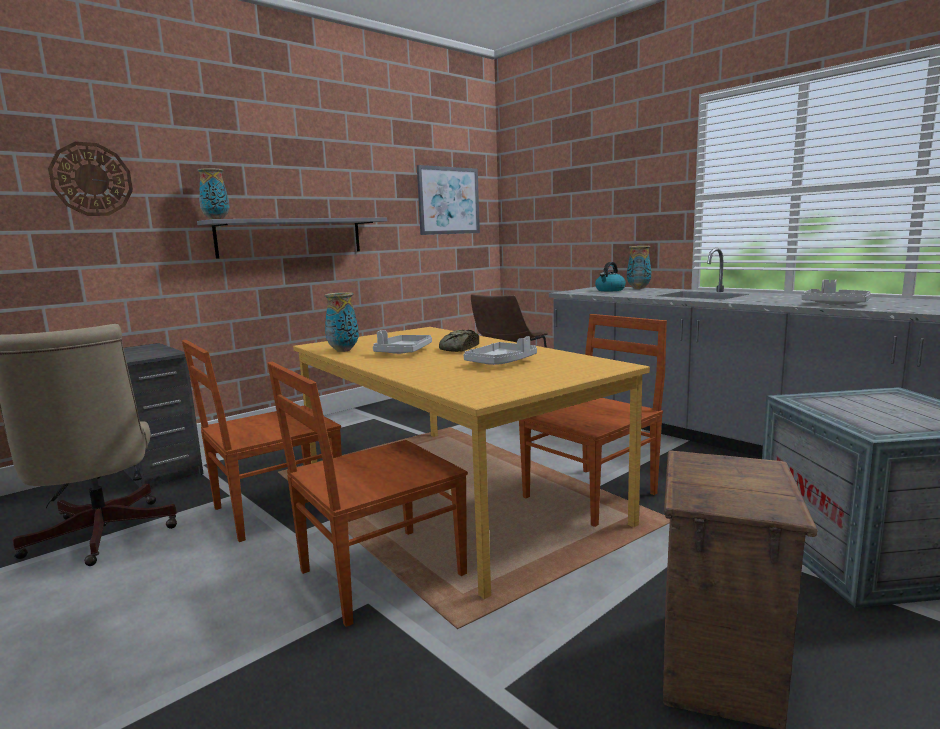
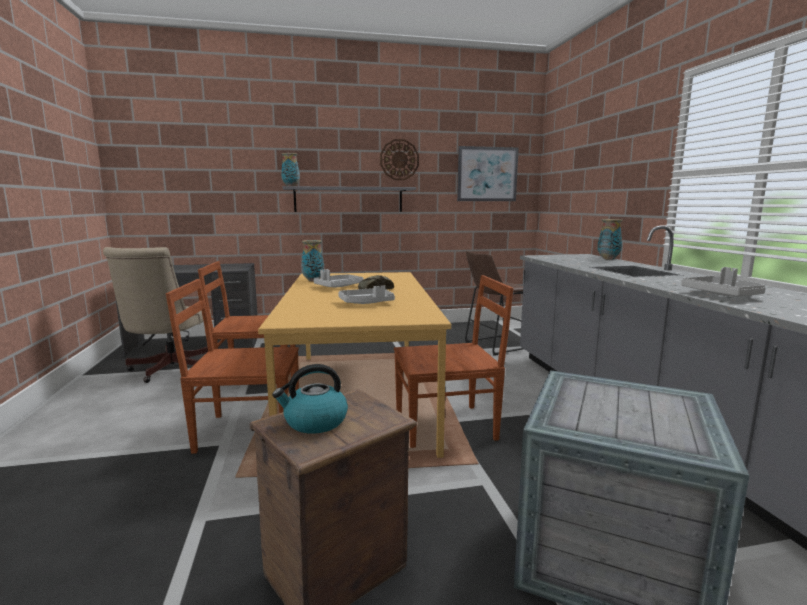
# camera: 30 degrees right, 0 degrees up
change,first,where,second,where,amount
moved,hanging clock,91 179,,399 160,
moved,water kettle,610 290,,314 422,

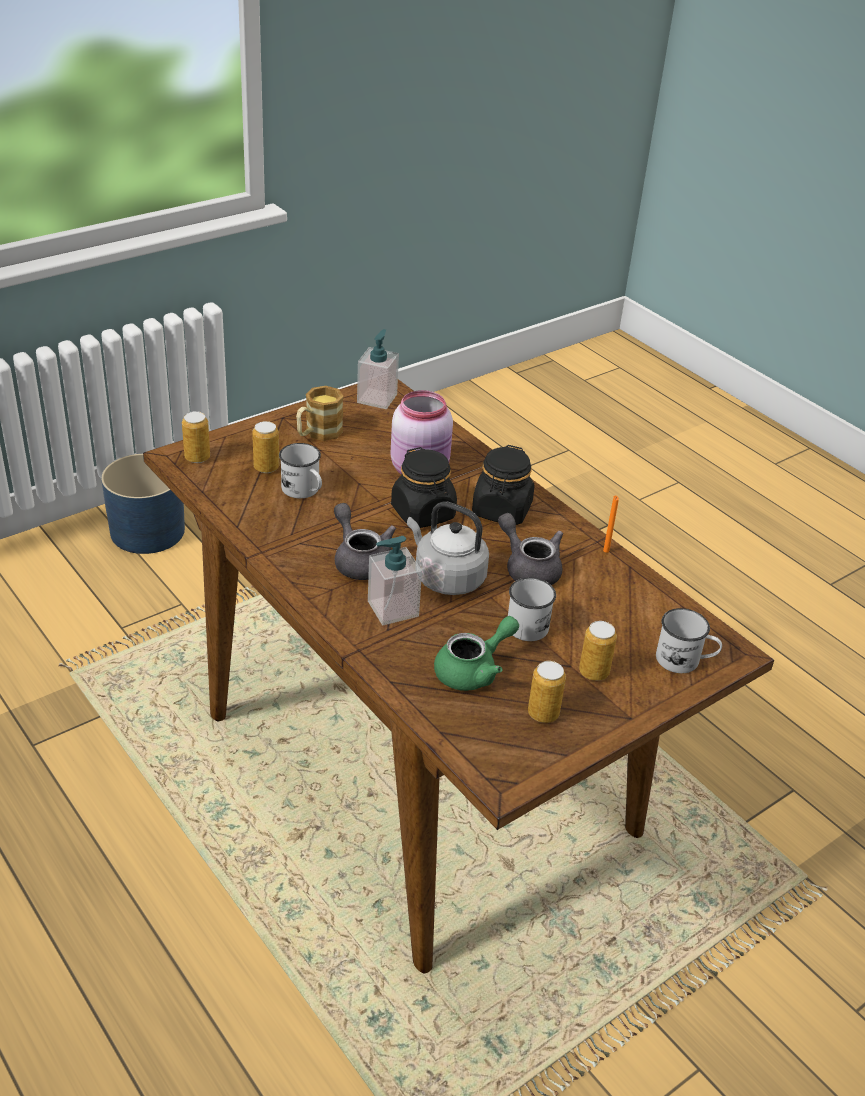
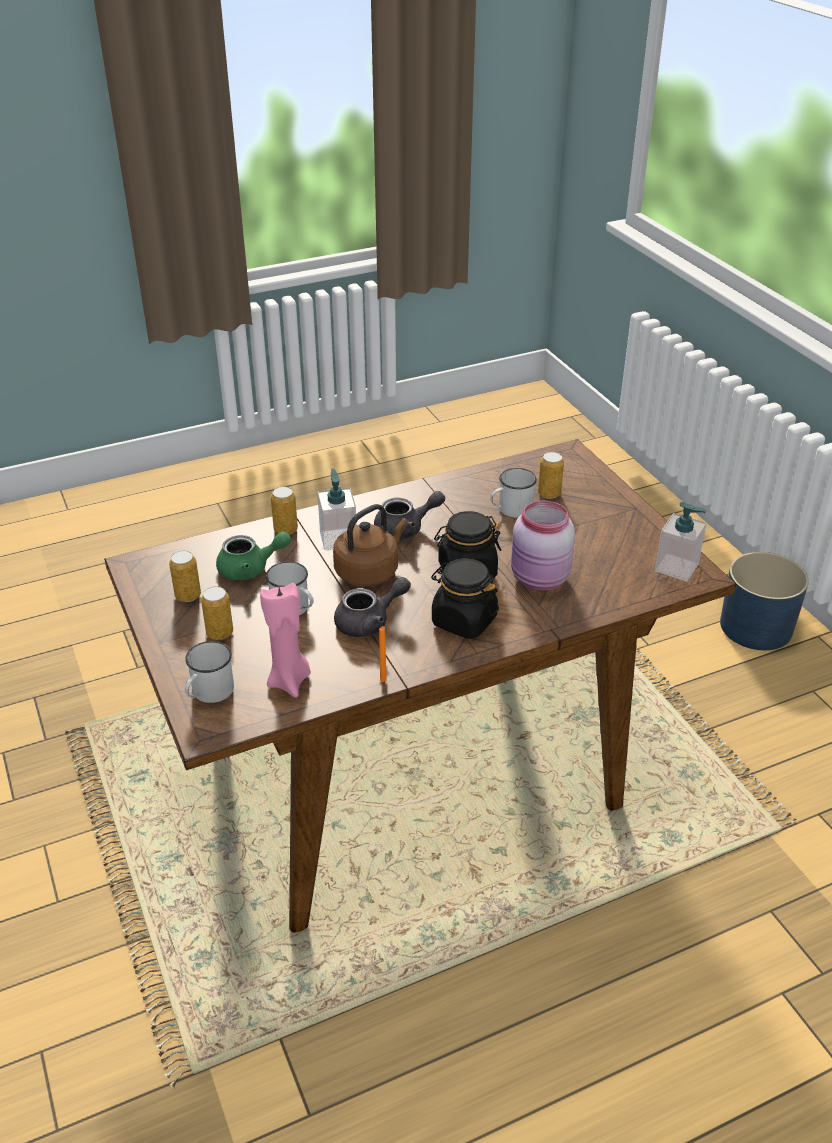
# camera: 105 degrees right, 0 degrees up
change,first,where,second,where,amount
removed,coffee mug,318 433,,,
moved,metal can,197 457,,285 529,
recoloured,water kettle (gray),446 578,water kettle (brownish),369 571,
turned,teapot (green-coloured),473 670,,250 569,75 degrees counterclockwise
added,,,wax light (pinkish),289 681,

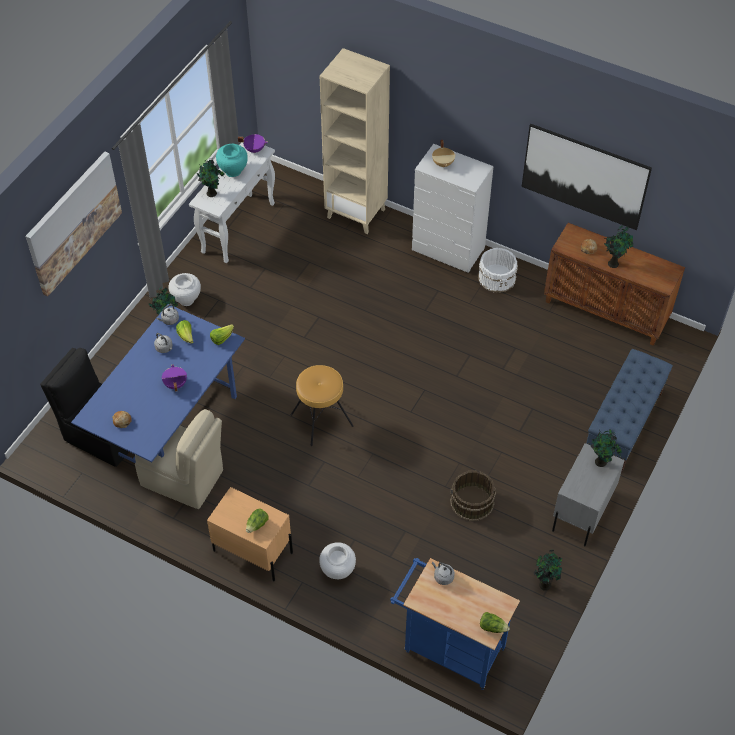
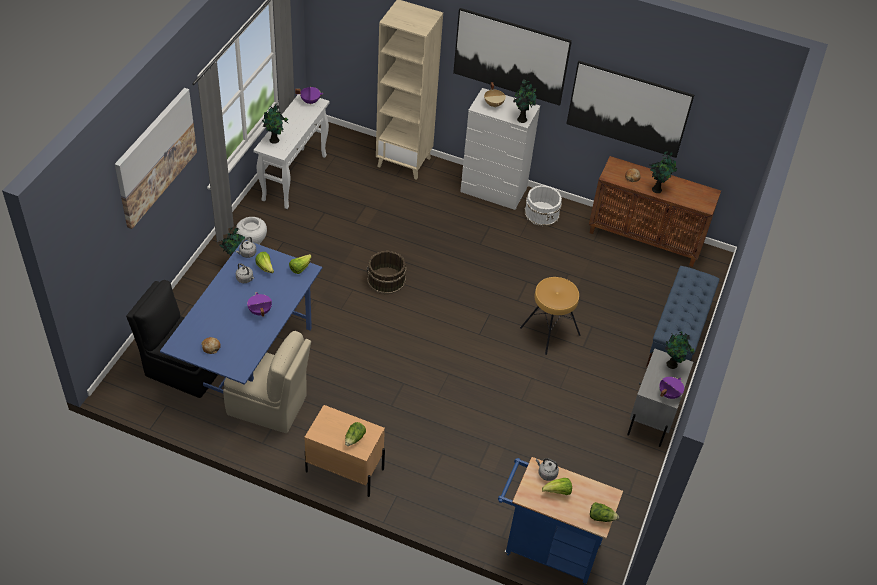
# camera: 10 degrees left, 5 degrees down
change,first,where,second,where,amount
removed,decorative vase (turquoise),233 171,,,
moved,stool seat (brownish),321 419,,549 331,
moved,bucket (brownish),472 502,,386 280,
removed,decorative vase (whitish),338 571,,,
moved,plant in a pot,544 584,,521 119,
added,,,wall art,510 56,
added,,,saucepot (purple-coloured),668 393,
added,,,lettuce,558 492,

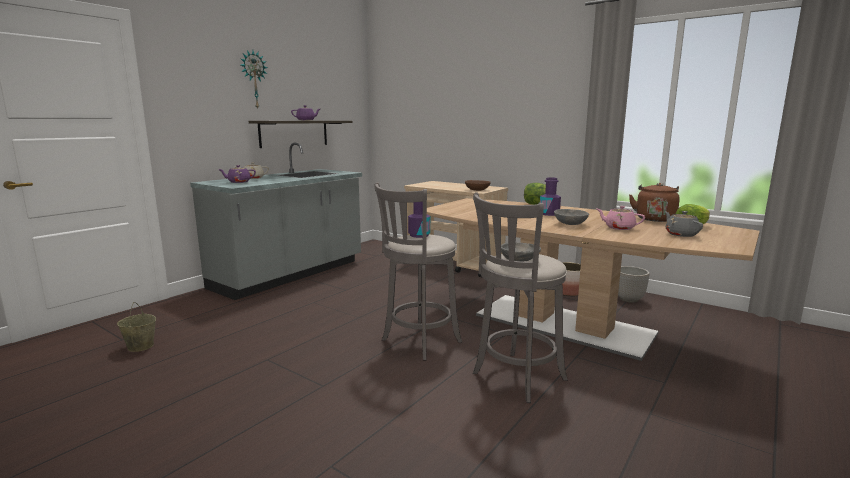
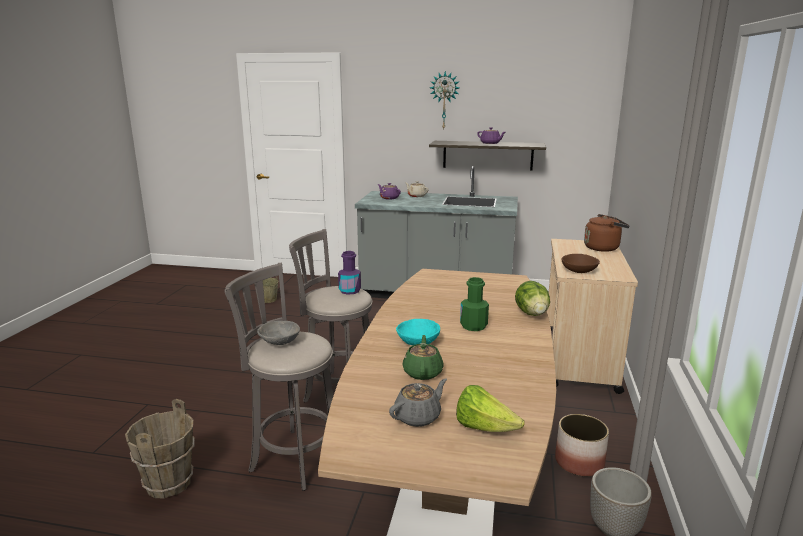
# camera: 65 degrees right, 5 degrees up
change,first,where,second,where,amount
recoloured,bottle (purple-coloured),549 214,bottle (green-coloured),473 326,
moved,water kettle (brownish),654 219,,603 248,
recoloured,teapot (pinkish),619 228,teapot (green-coloured),423 372,
recoloured,bowl (gray),569 224,bowl (turquoise),418 342,
added,,,bucket (brownish),168 483,

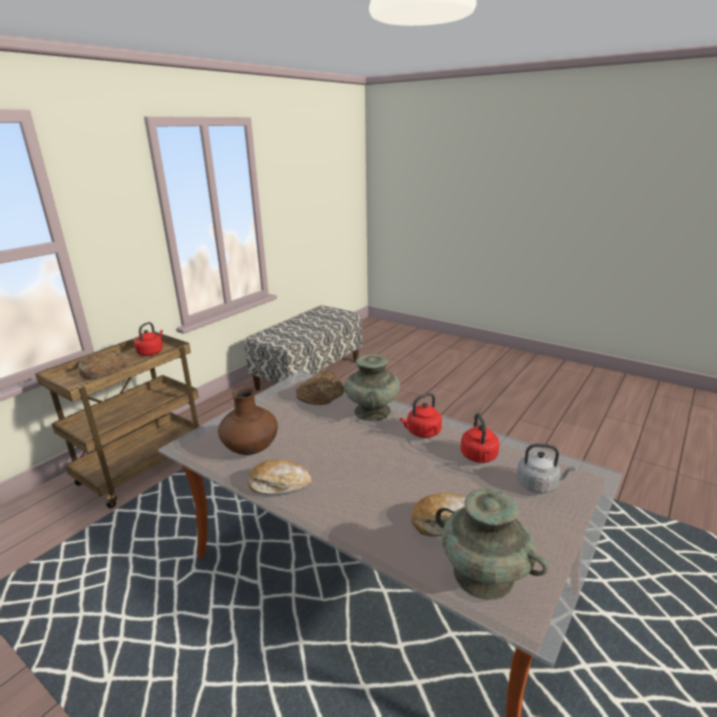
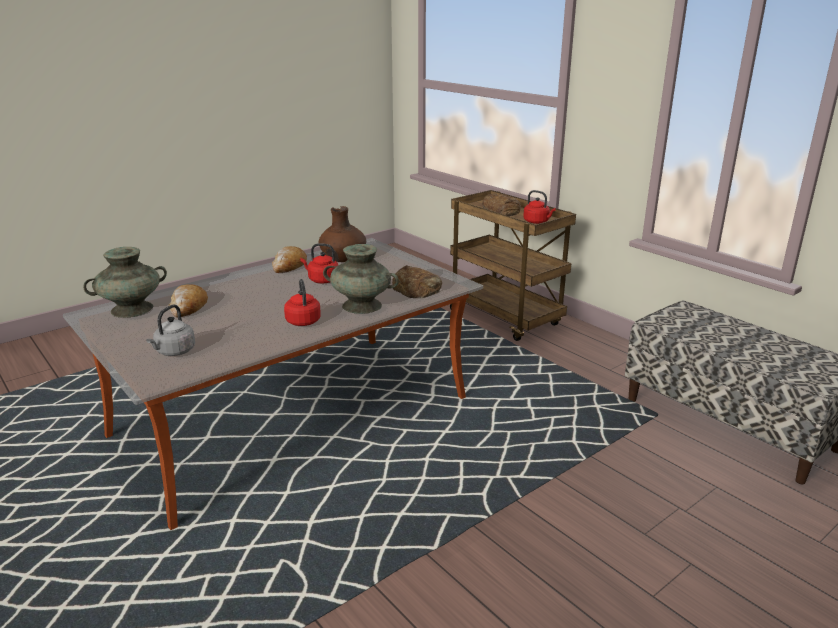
# camera: 105 degrees right, 0 degrees up
change,first,where,second,where,amount
moved,water kettle (red-coloured),479 457,,322 280,

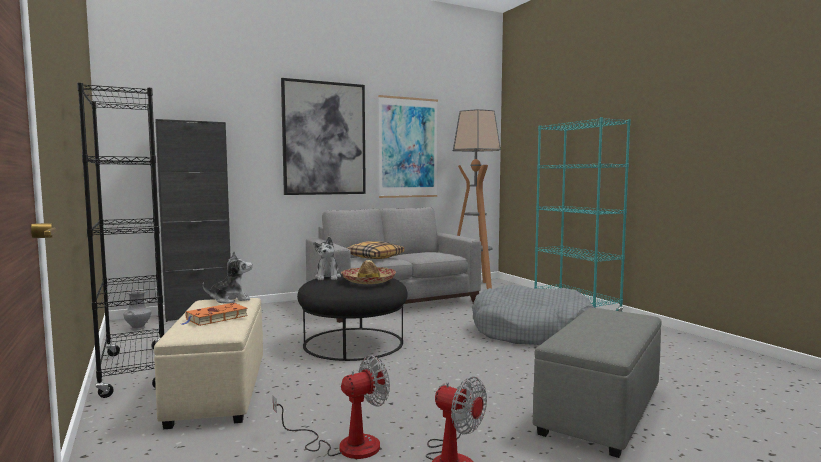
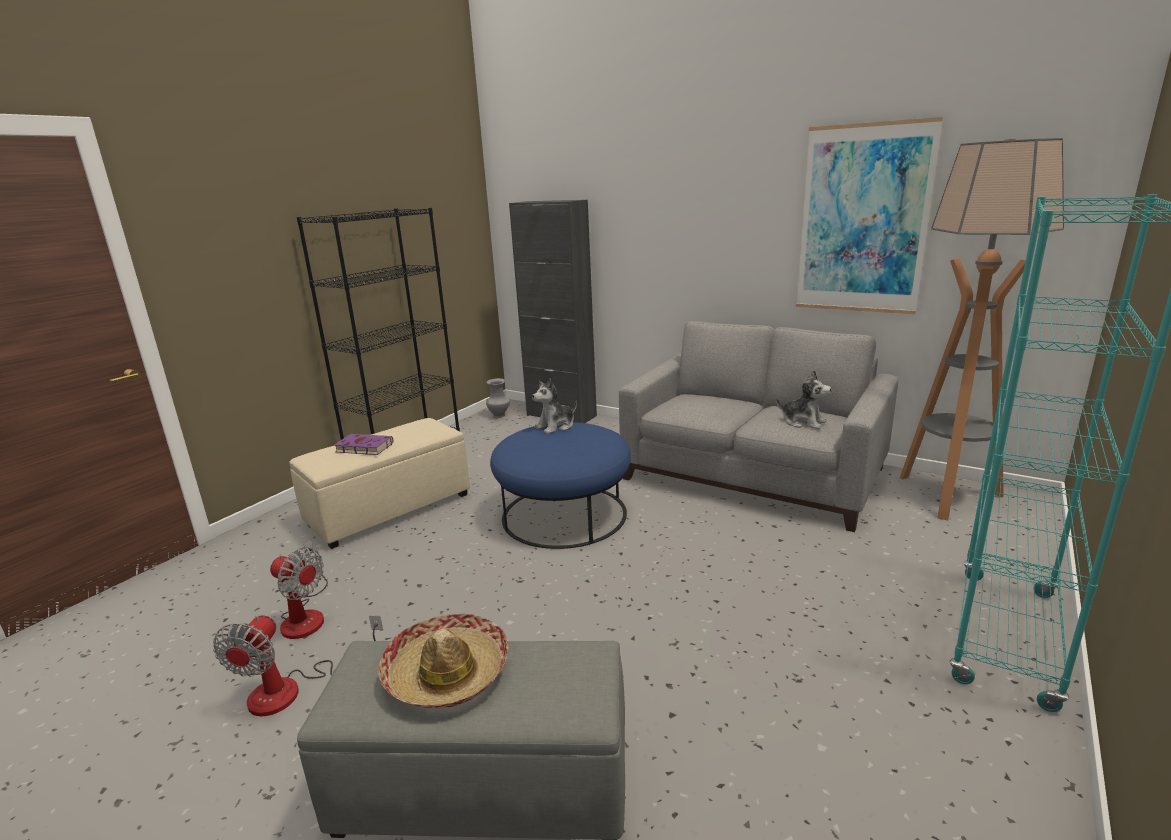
# camera: 60 degrees right, 15 degrees up
change,first,where,second,where,amount
removed,wall art,324 138,,,
removed,pillow,374 257,,,
moved,soft toy,230 300,,803 422,
moved,clothing hat,368 281,,447 672,
recoloured,footrest (black-coloured),353 343,footrest (blue),564 514,
removed,pet bed (gray),531 332,,,
recoloured,book (orange),215 318,book (purple-coloured),363 447,

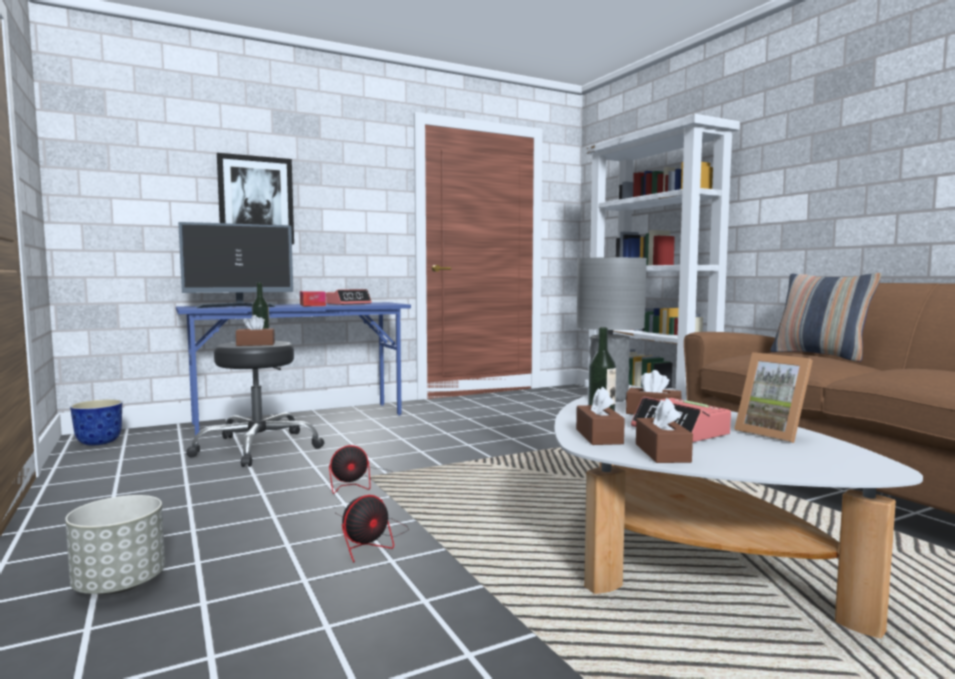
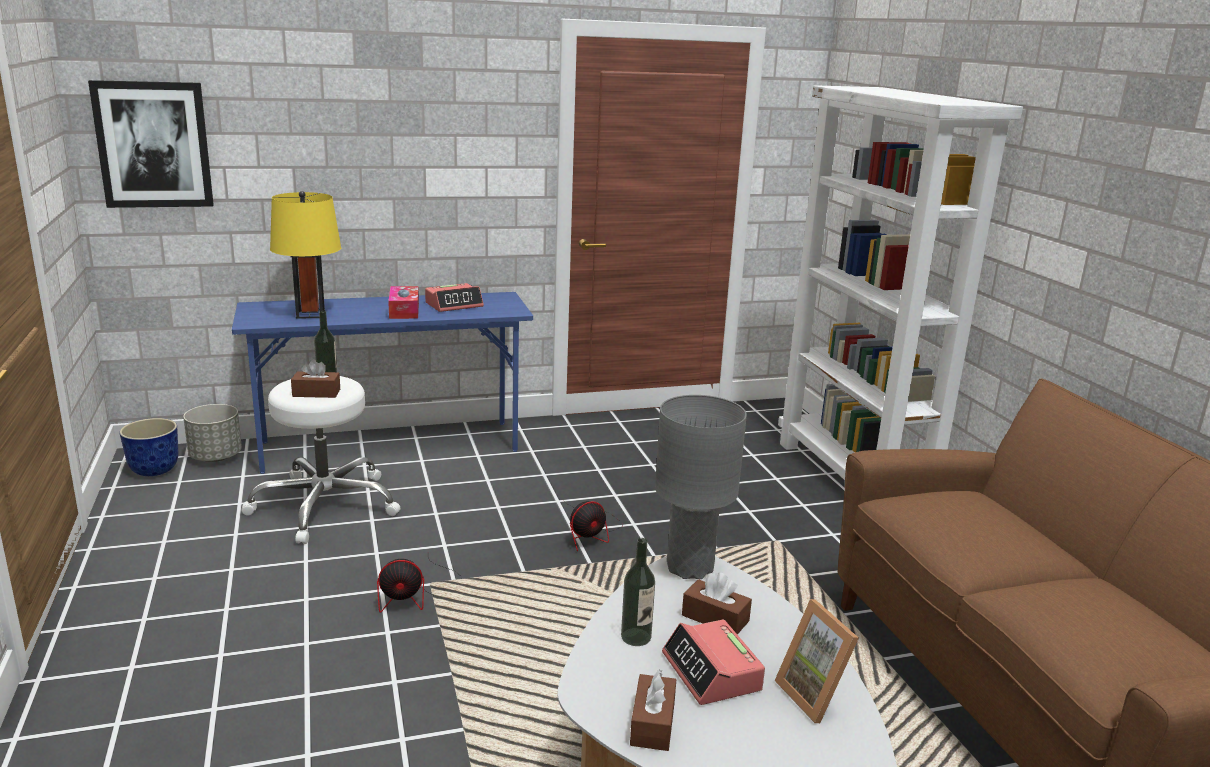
# camera: 10 degrees right, 15 degrees up
change,first,where,second,where,amount
moved,wall art,256 200,,153 145,
replaced,computer display,239 306,tabletop lamp (yellow-coloured),310 314,
removed,pillow,820 356,,,
recoloured,stool seat (black-coloured),257 448,stool seat (whitish),324 505,
removed,tissue box (brownish),599 436,,,
moved,planter (gray),119 585,,215 457,
moved,electric fan,370 541,,591 533,

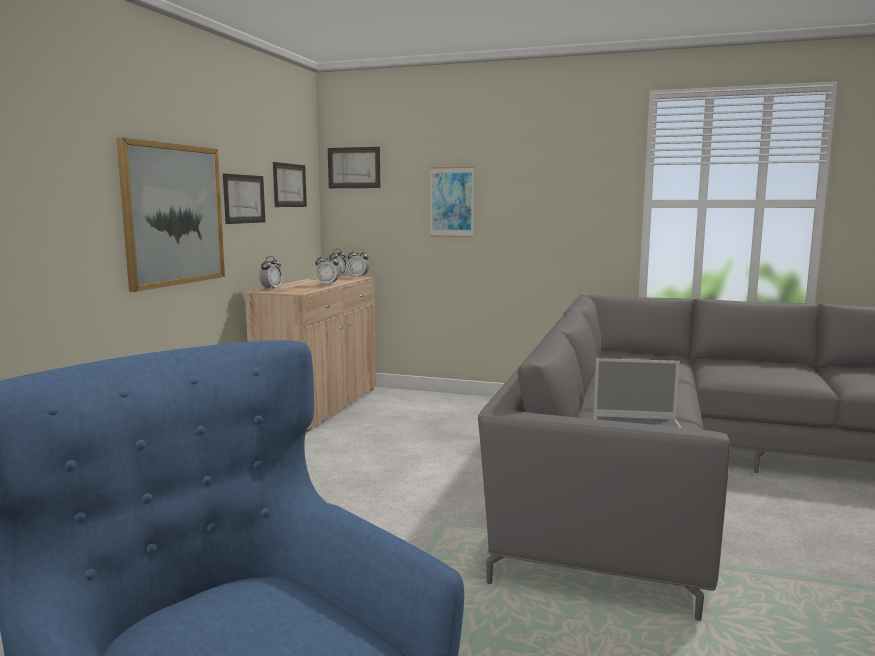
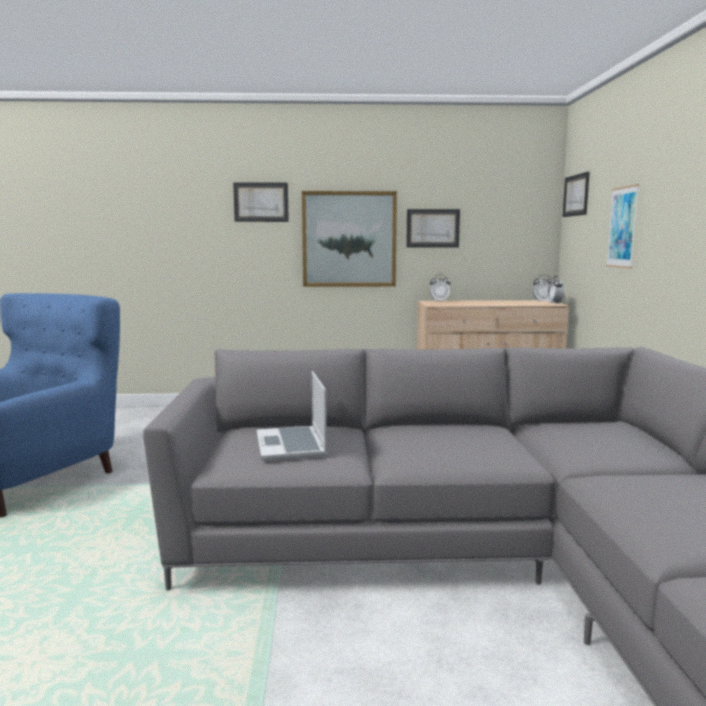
# camera: 70 degrees right, 0 degrees up
change,first,where,second,where,amount
moved,wall art,289 185,,261 202,
removed,alarm clock,327 285,,,

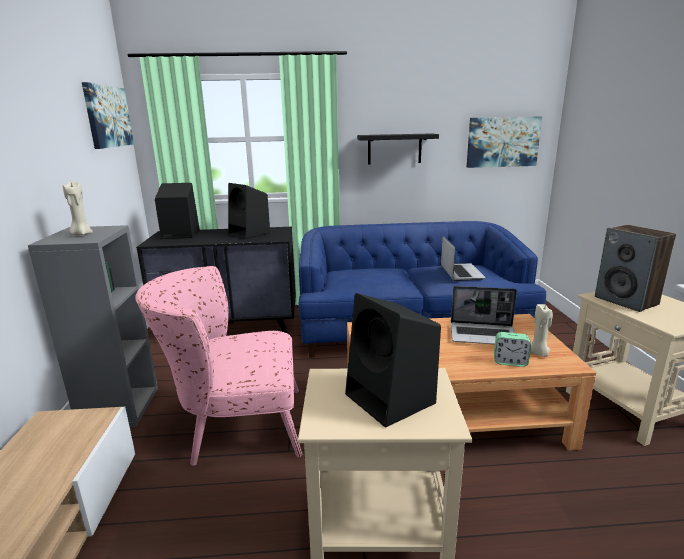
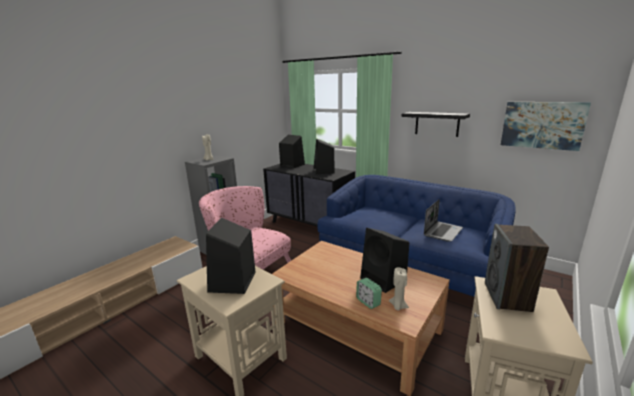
# camera: 40 degrees right, 0 degrees up
change,first,where,second,where,amount
removed,wall art,108 116,,,
replaced,laptop,483 335,audio speaker (black-coloured),384 279,

